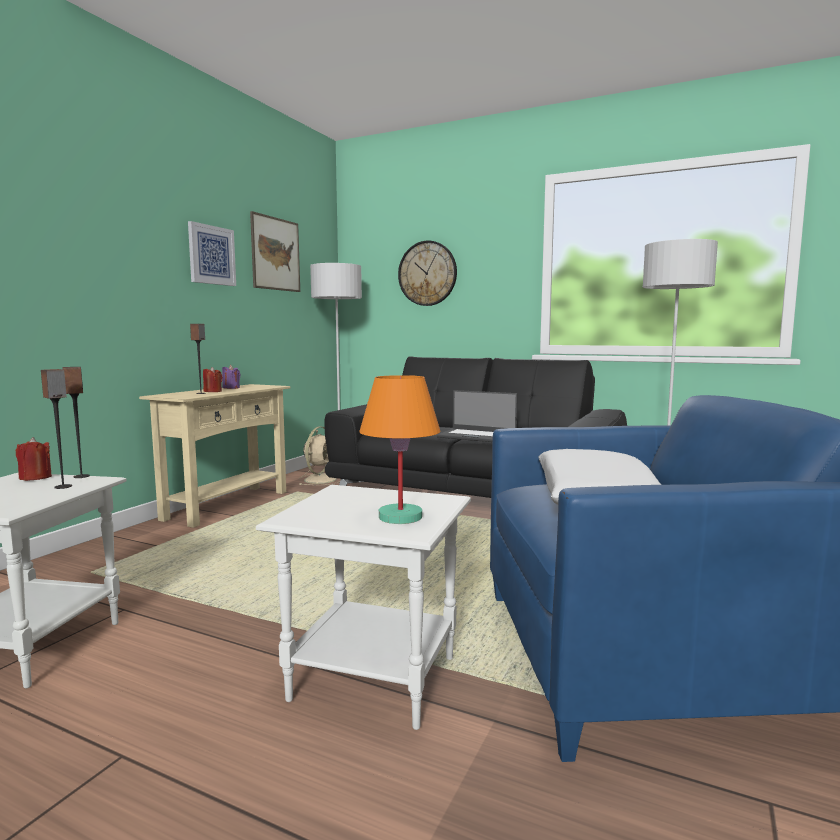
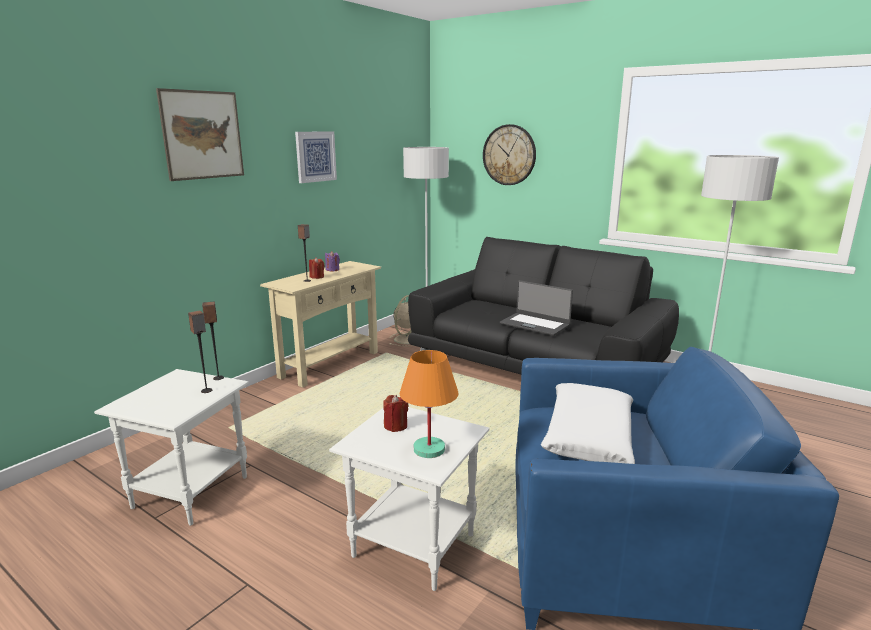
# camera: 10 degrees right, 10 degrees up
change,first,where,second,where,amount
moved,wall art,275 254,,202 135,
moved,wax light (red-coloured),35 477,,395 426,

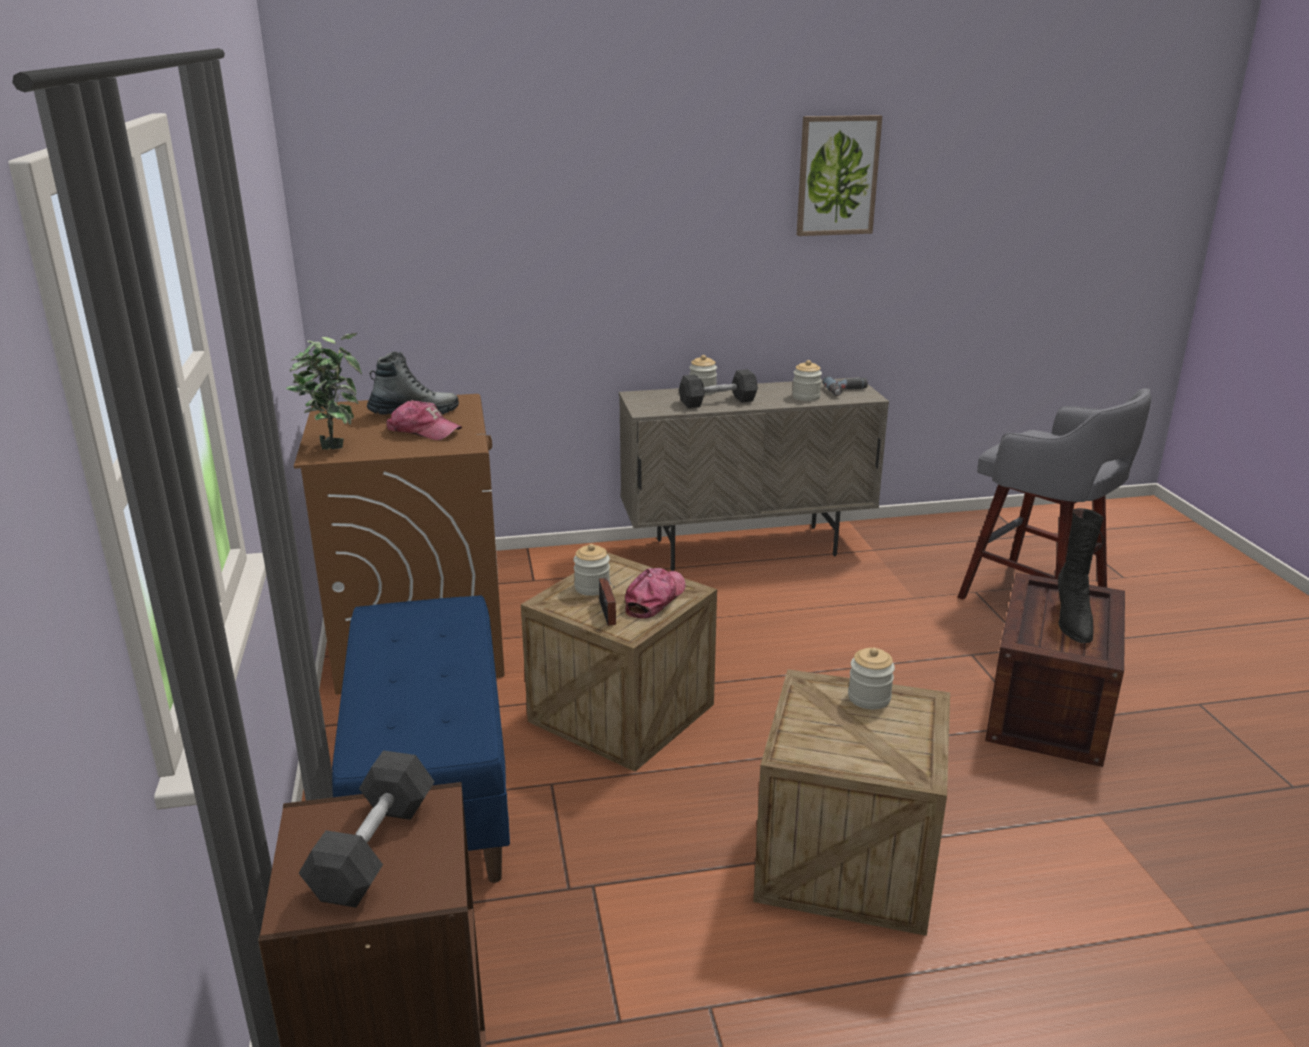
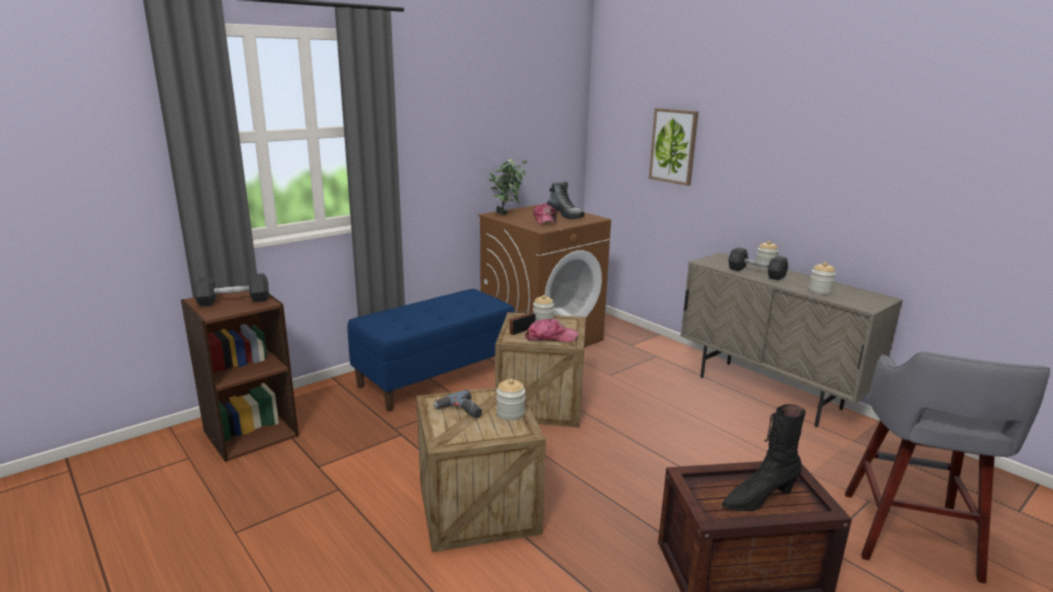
# camera: 60 degrees right, 5 degrees down
change,first,where,second,where,amount
moved,wall art,837 176,,673 146,
moved,electric drill,847 391,,459 411,

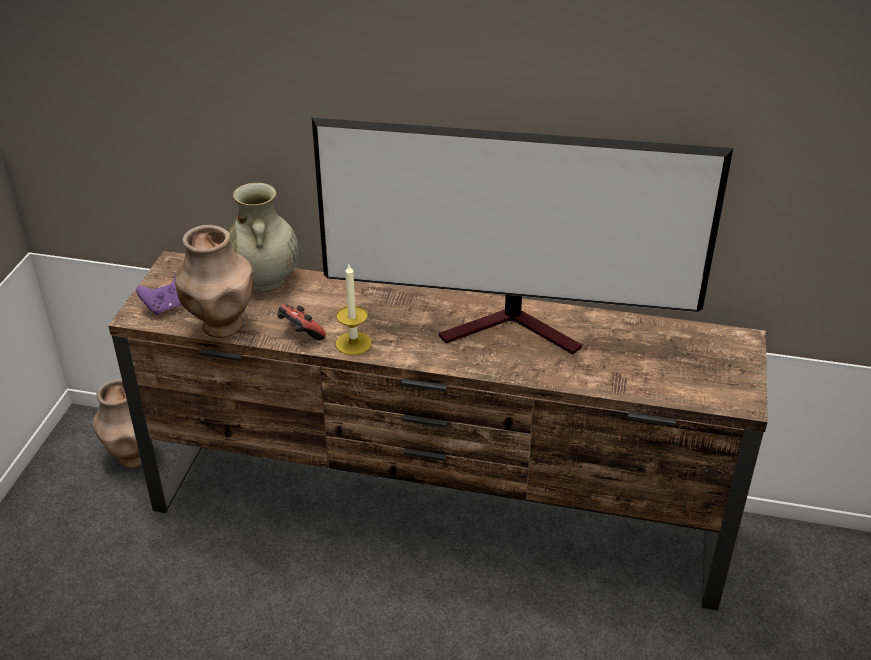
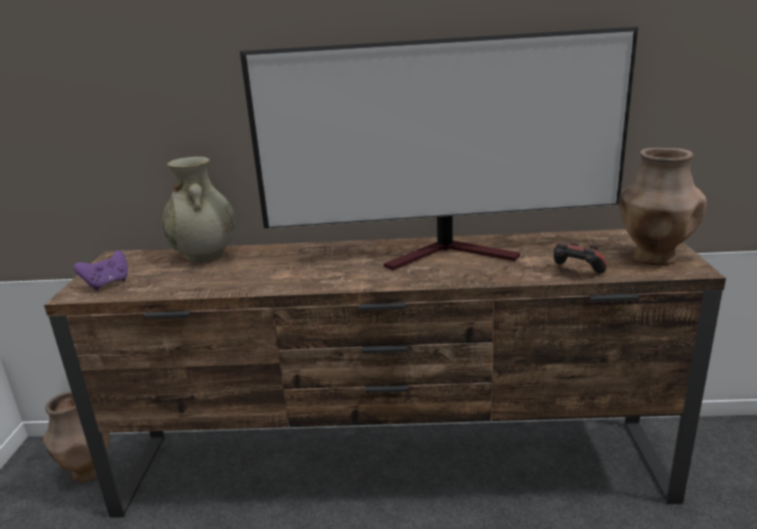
# camera: 10 degrees left, 15 degrees down
change,first,where,second,where,amount
moved,decorative vase (brownish),221 326,,653 258,
removed,wax light,353 343,,,
moved,joypad,300 334,,576 272,

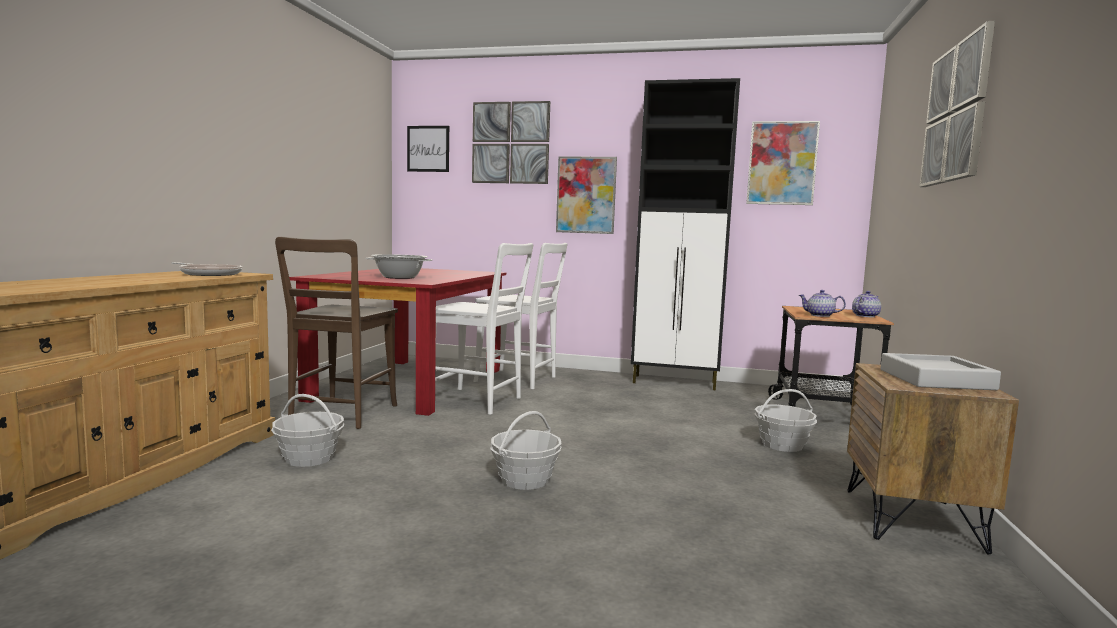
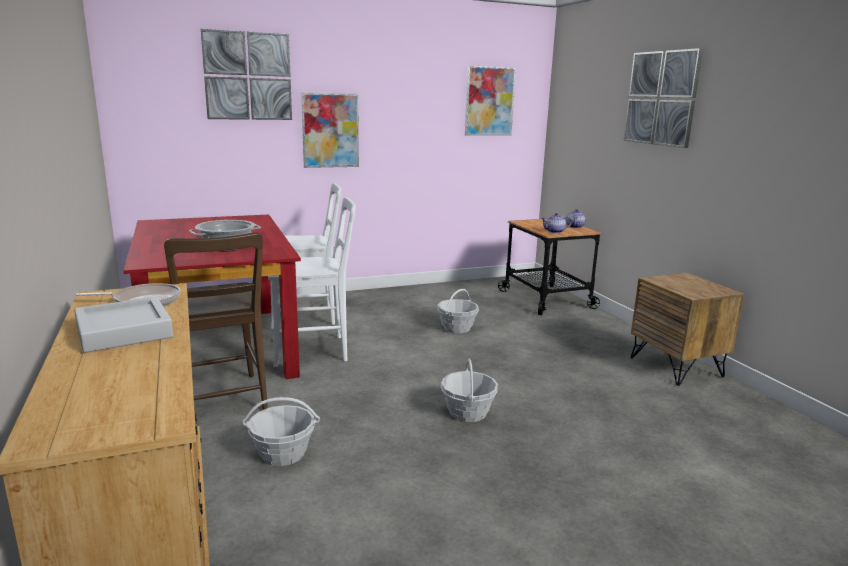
# camera: 35 degrees left, 10 degrees up
change,first,where,second,where,amount
removed,cabinet (black-coloured),675 383,,,
removed,wall art,428 149,,,
moved,serving tray (gray),935 379,,124 331,
moved,basket,782 445,,457 328,

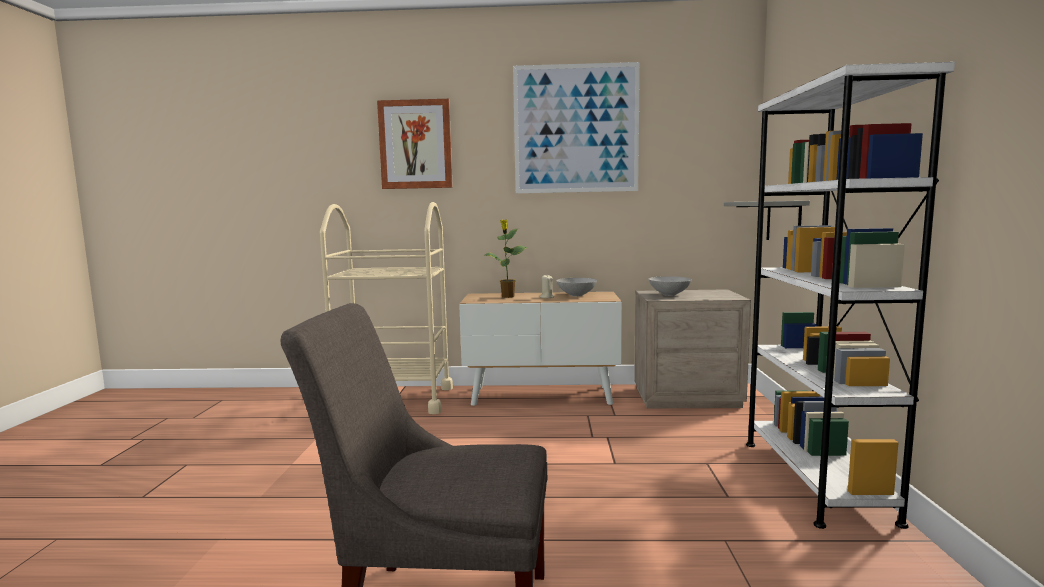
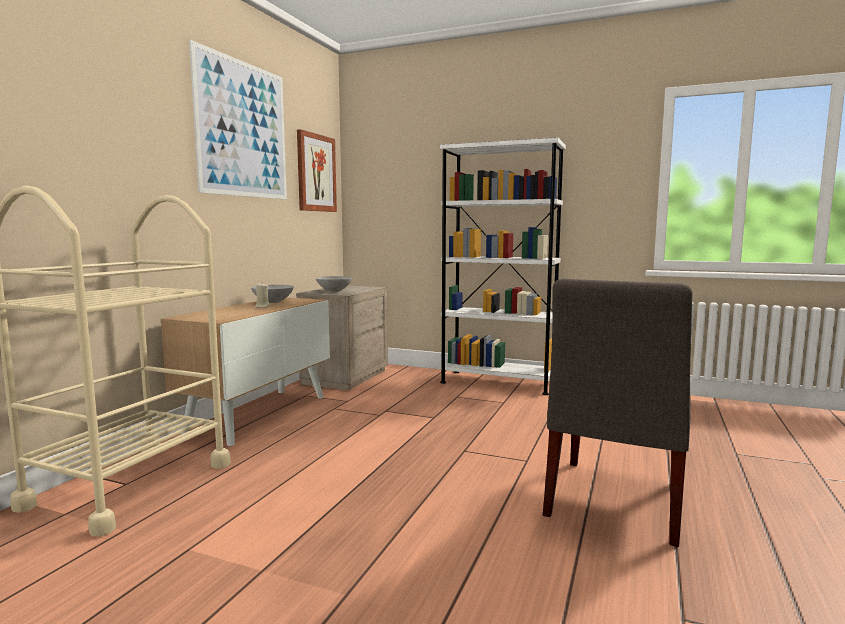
# camera: 70 degrees left, 0 degrees up
change,first,where,second,where,amount
moved,wall art,415 144,,316 173,
removed,bracket shelf (gray),783 221,,,
removed,plant in a pot,507 297,,,

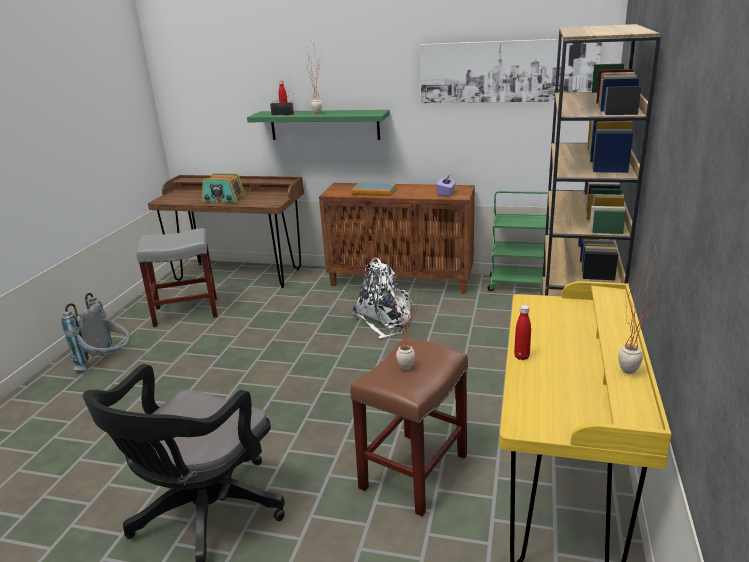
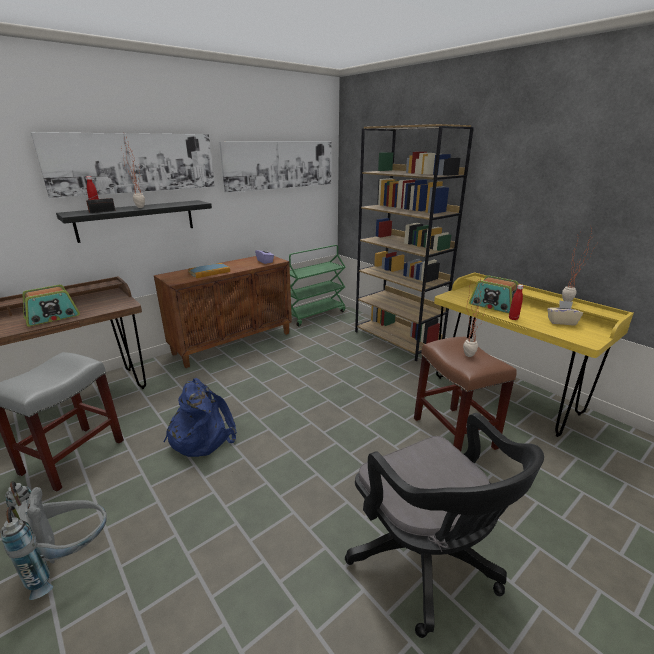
# camera: 55 degrees left, 0 degrees up
change,first,where,second,where,amount
recoloured,bracket shelf (green-coloured),324 125,bracket shelf (black-coloured),136 220,
removed,knapsack (whitish),384 319,,,
added,,,wall art,135 163,
added,,,radio,493 305,
added,,,tissue box (beige-coloured),561 322,
added,,,knapsack (blue),201 436,

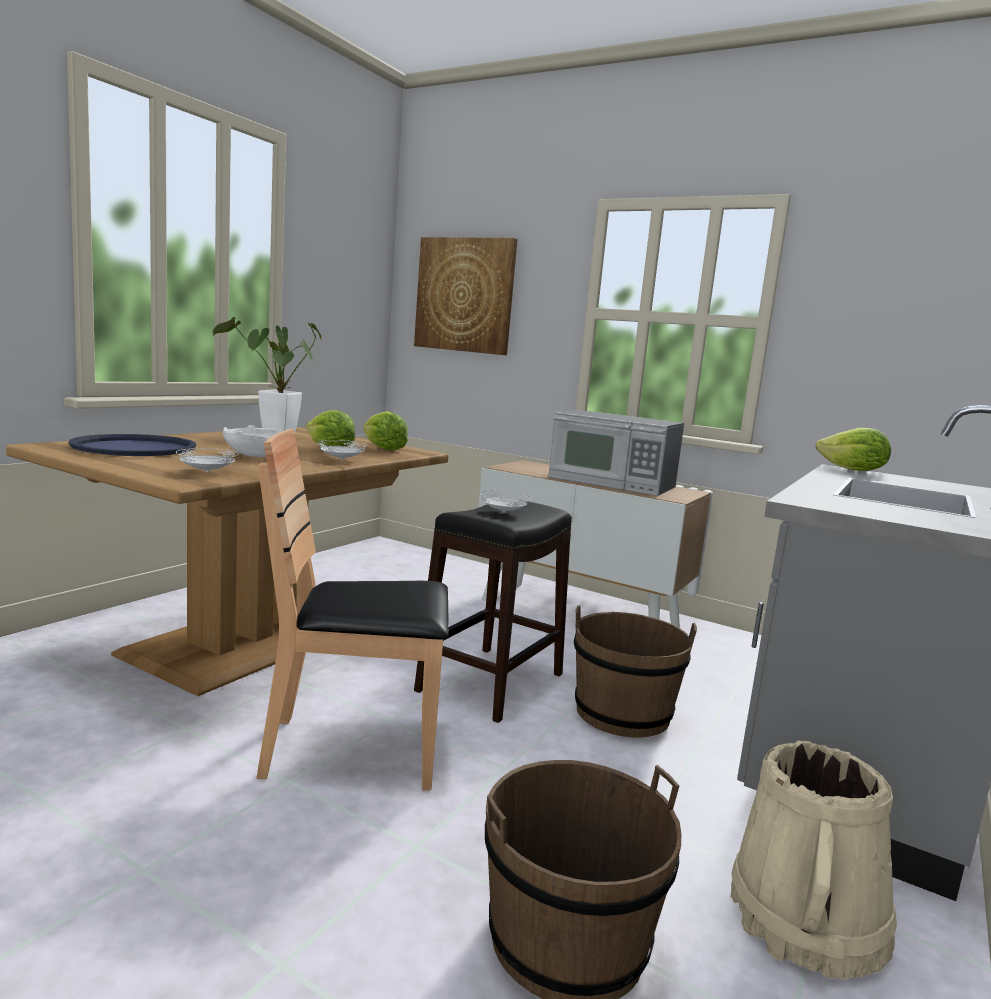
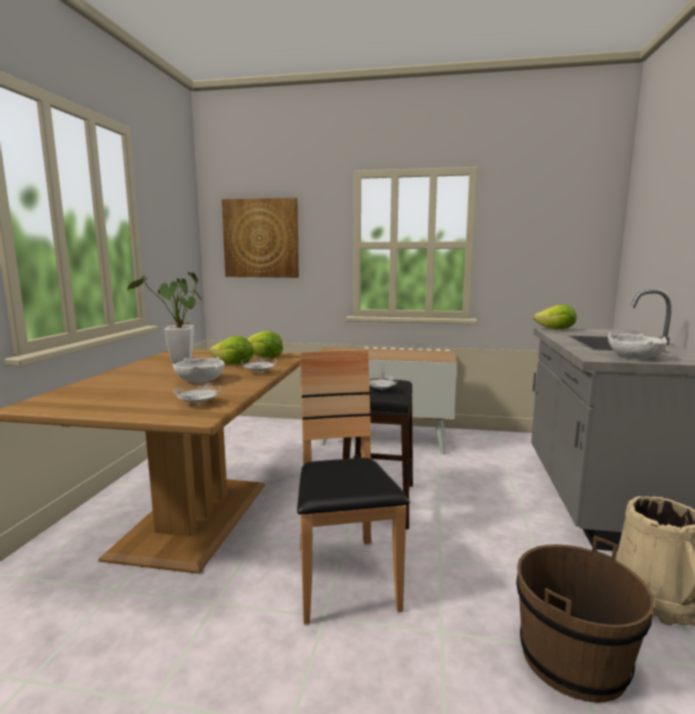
# camera: 20 degrees left, 0 degrees up
change,first,where,second,where,amount
removed,kitchen microwave,611 482,,,
turned,chair (brownish),355 750,,344 578,105 degrees clockwise
removed,serving tray (blue),134 447,,,
removed,bucket (brownish),622 713,,,
added,,,bowl (whitish),634 357,

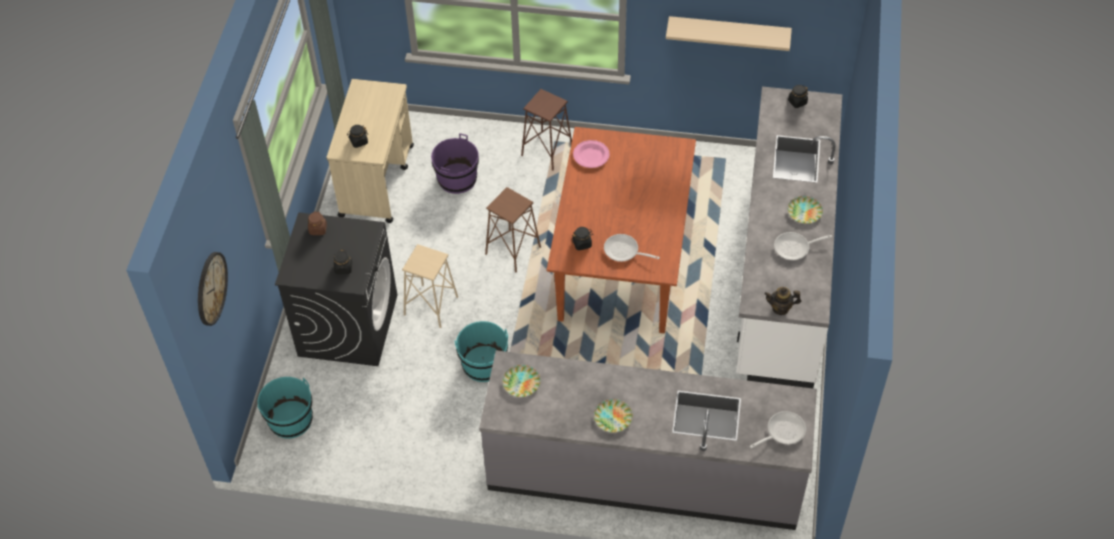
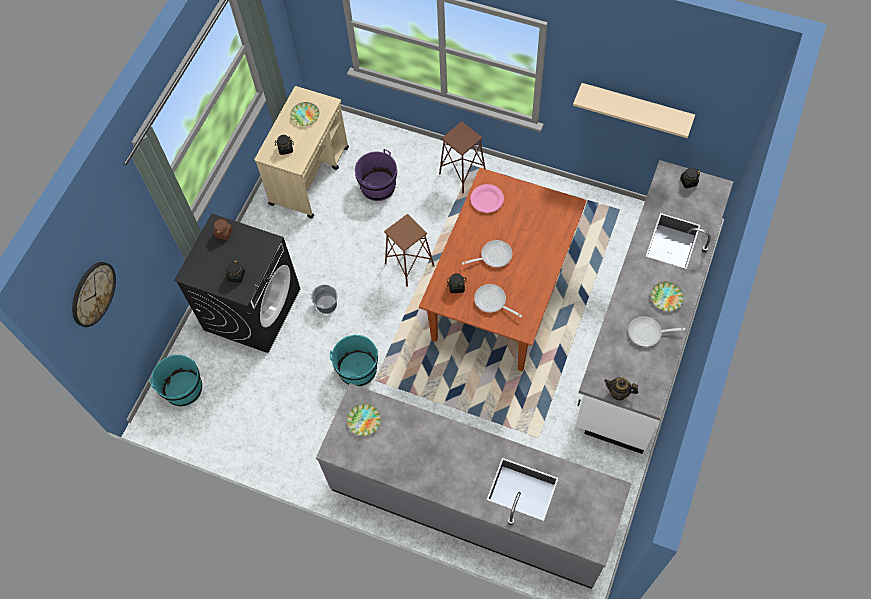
# camera: 15 degrees right, 10 degrees up
change,first,where,second,where,amount
replaced,stool seat (beige-coloured),431 306,bucket (gray),326 304,
moved,plate,612 418,,305 115,
moved,skillet,782 431,,493 256,

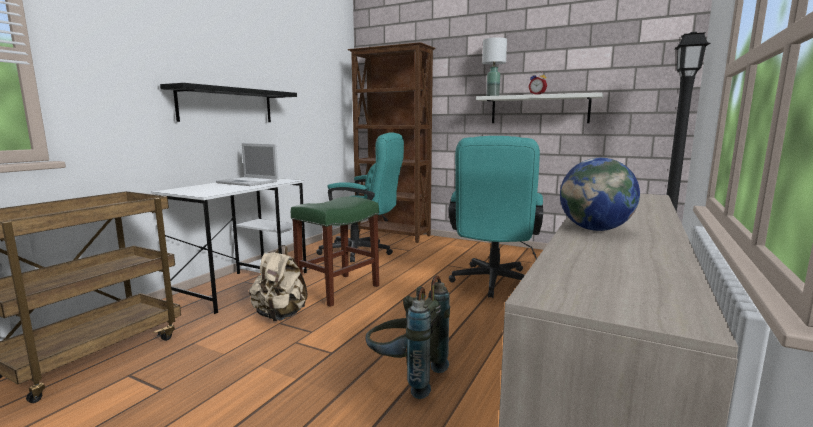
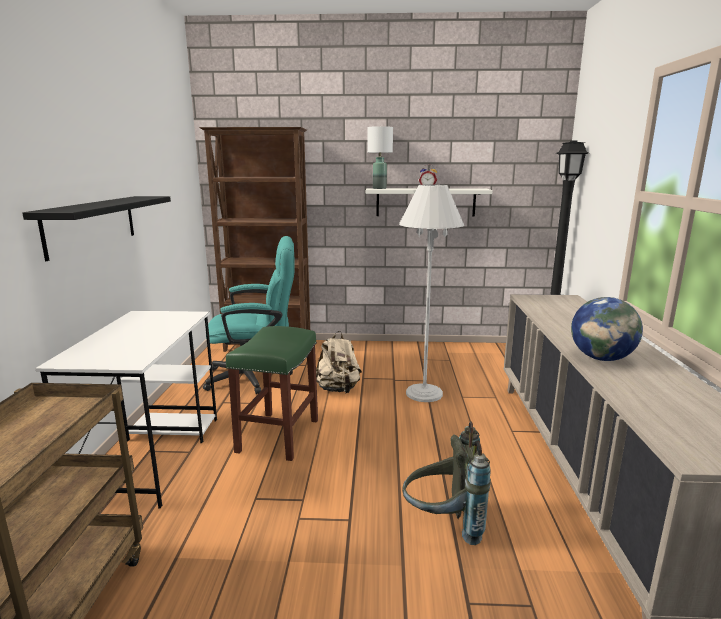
# camera: 25 degrees left, 5 degrees up
change,first,where,second,where,amount
replaced,computer chair (turquoise),492 284,floor lamp (whitish),424 393,
removed,laptop,248 182,,,
moved,knapsack (beige-coloured),280 316,,338 389,

